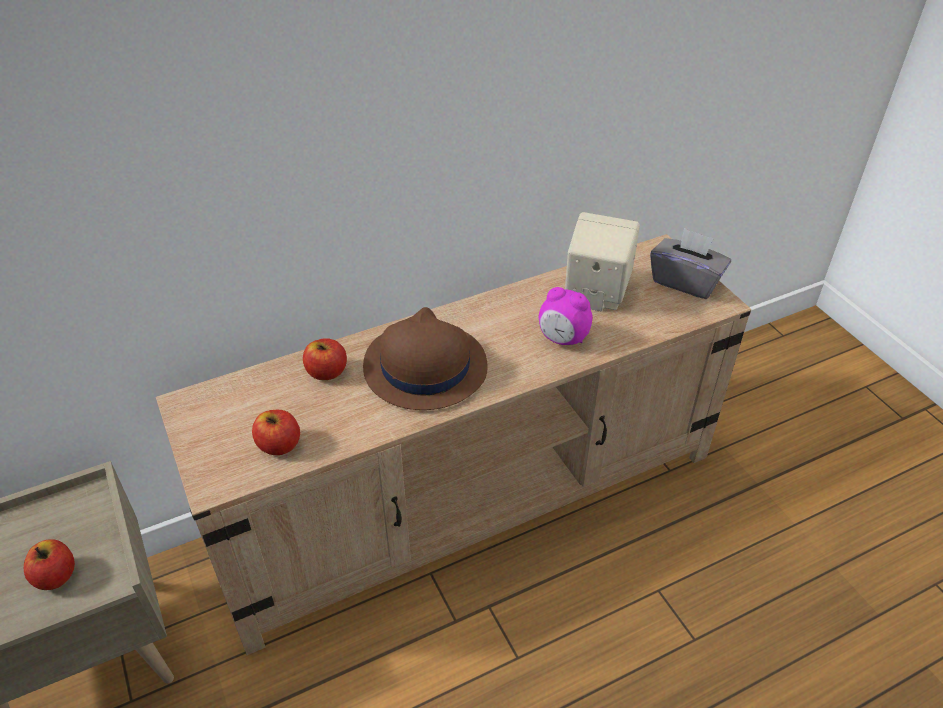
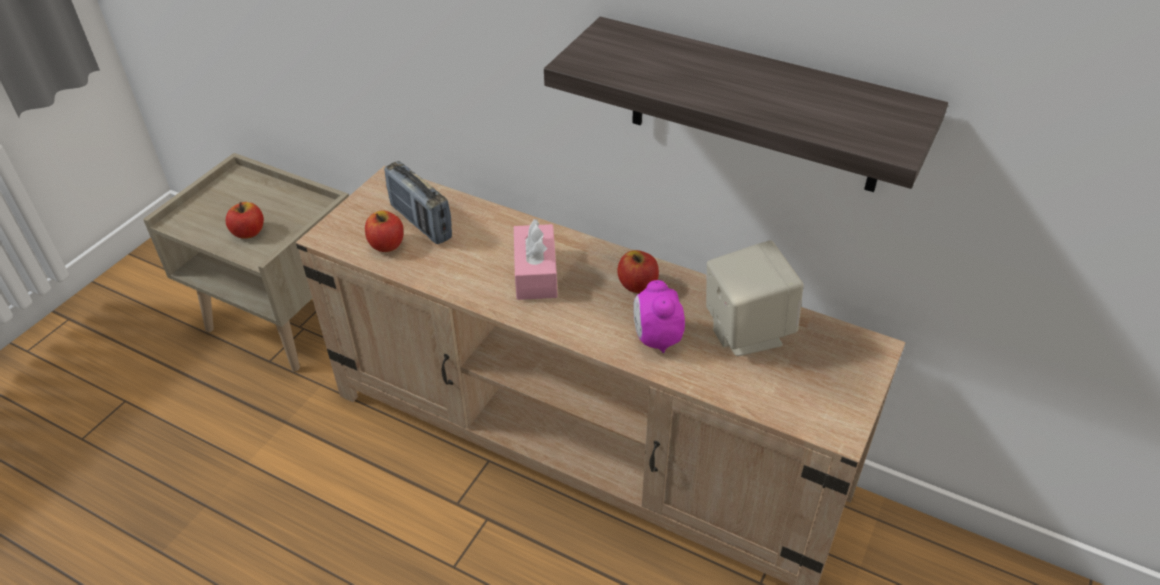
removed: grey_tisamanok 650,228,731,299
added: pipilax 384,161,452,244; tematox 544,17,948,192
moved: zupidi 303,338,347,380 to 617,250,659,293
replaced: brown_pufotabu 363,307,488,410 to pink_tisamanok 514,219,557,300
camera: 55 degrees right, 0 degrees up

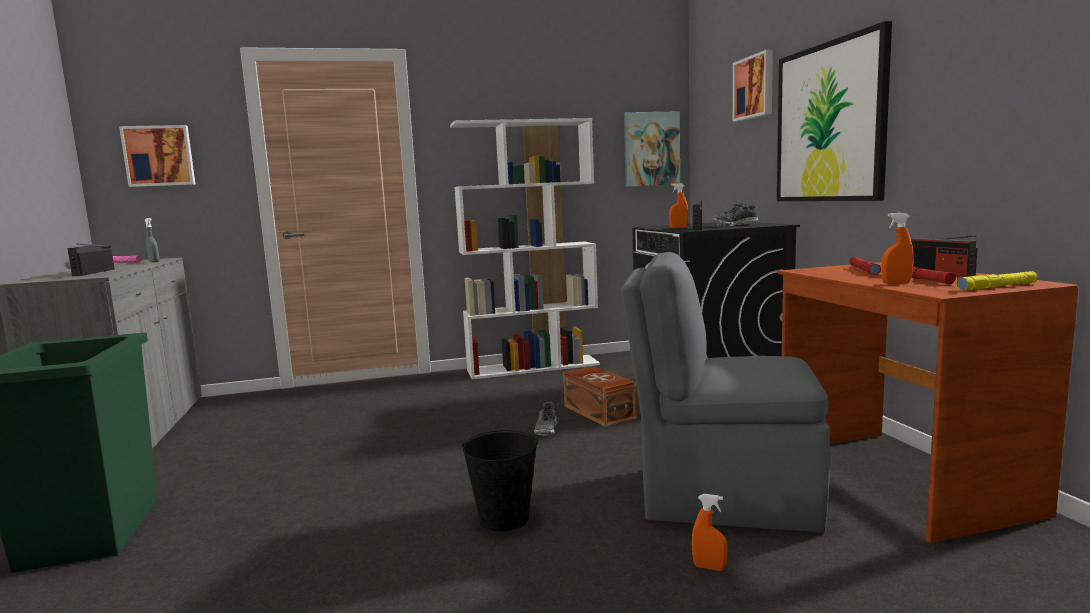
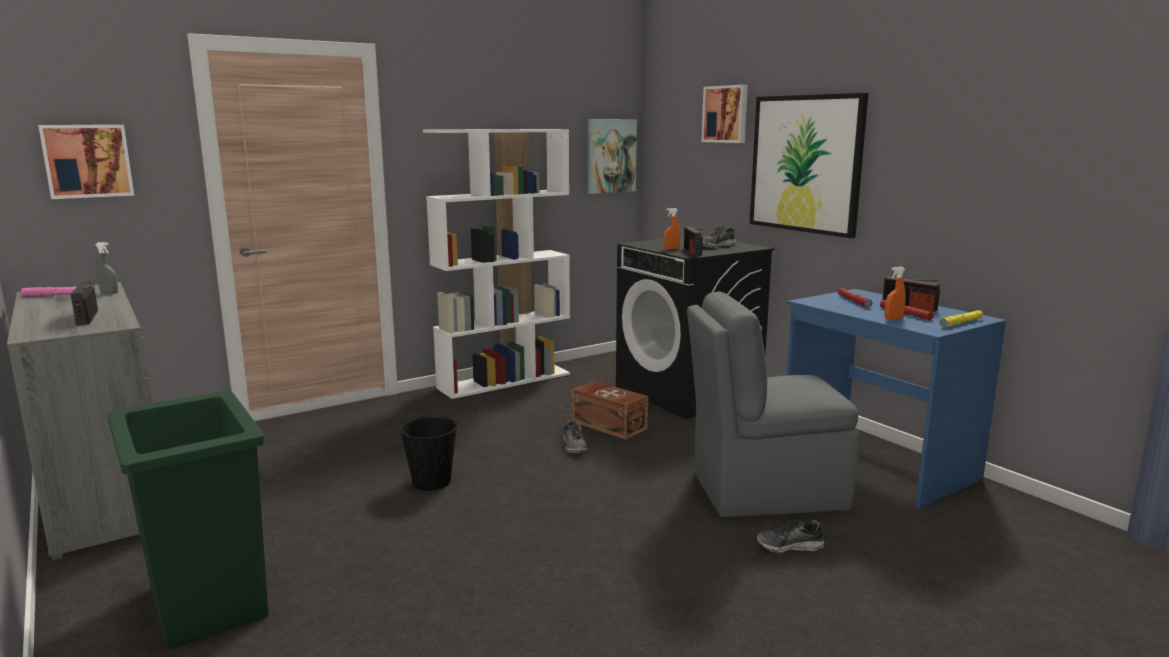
moved: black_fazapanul 462,430,538,531 to 399,416,458,491
replaced: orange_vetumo 692,494,728,571 to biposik 757,519,824,553
recoloured: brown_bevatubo 777,262,1079,543 to blue_bevatubo 787,289,1006,508
camera: 20 degrees left, 5 degrees up

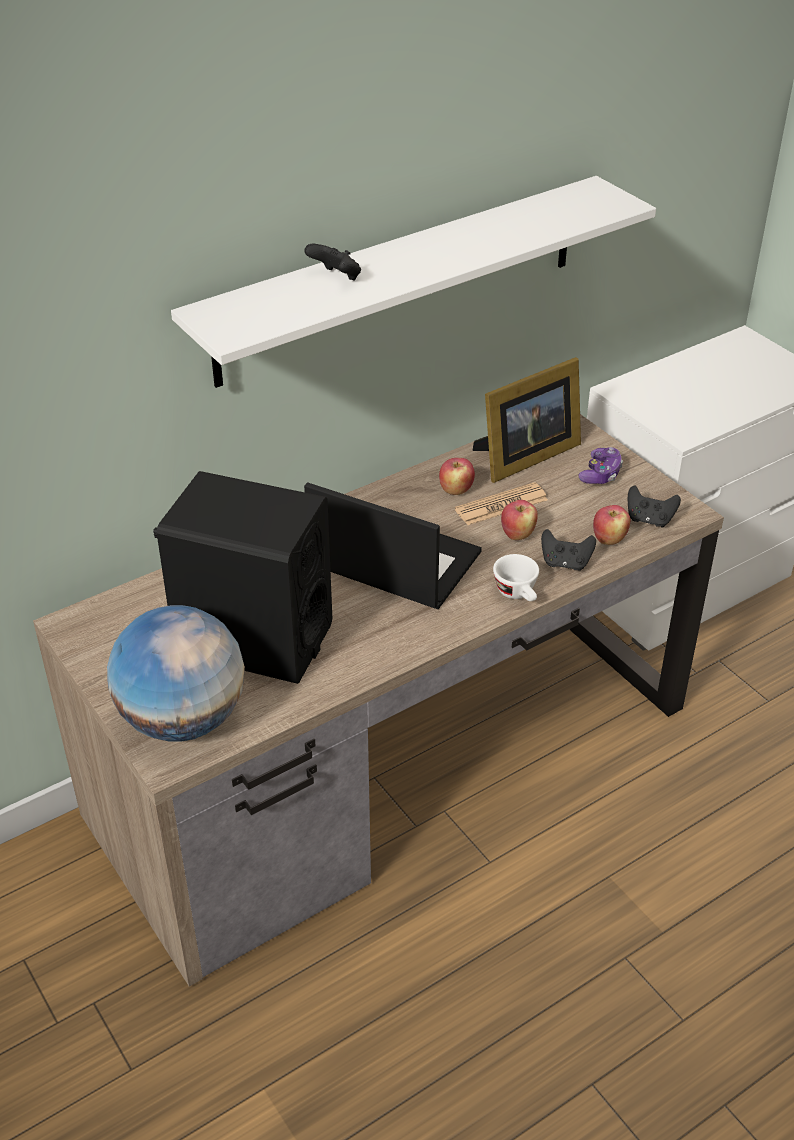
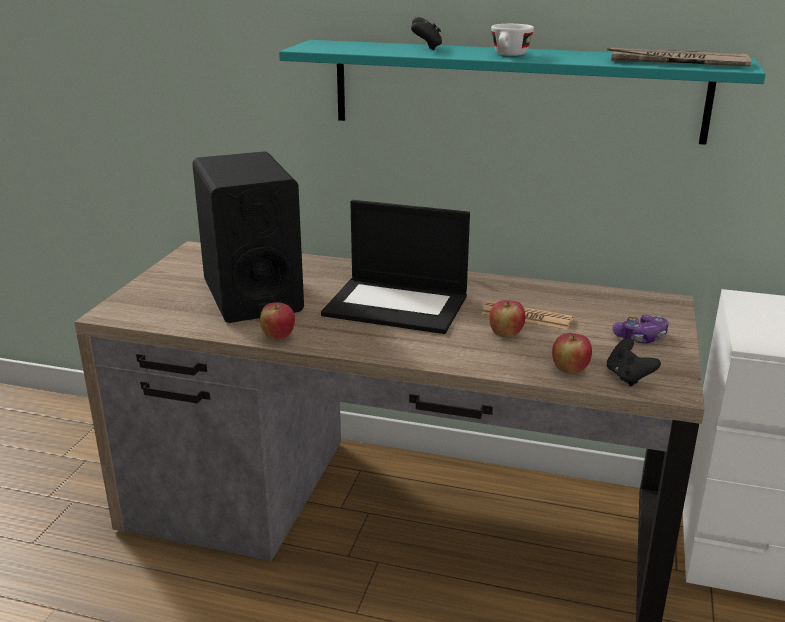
removed: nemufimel 107,605,245,742; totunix 473,357,581,483; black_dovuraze 541,529,596,571
added: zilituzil 607,48,751,67
moved: zupidi 439,458,475,495 to 260,302,295,340; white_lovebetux 493,554,539,601 to 491,24,534,56
recoloured: white_tematox 171,176,656,388 to turquoise_tematox 279,40,766,145
turned: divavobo 304,482,482,609 = 321,200,470,334 120 degrees clockwise
camera: 50 degrees right, 15 degrees down

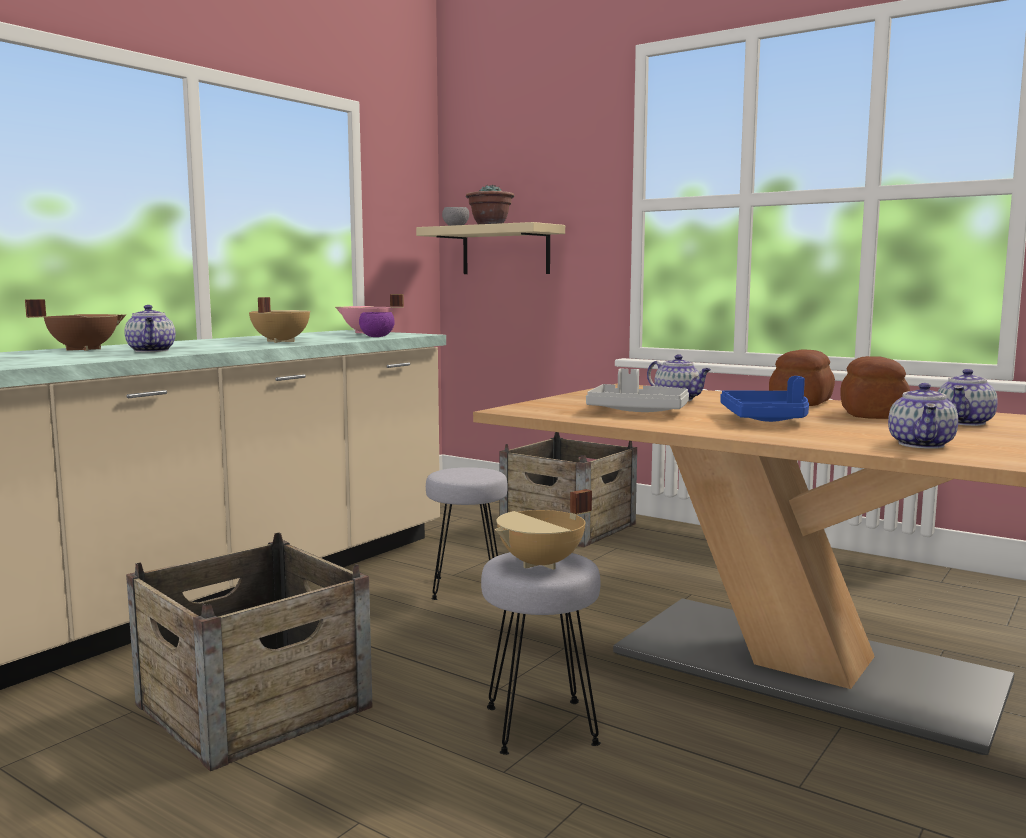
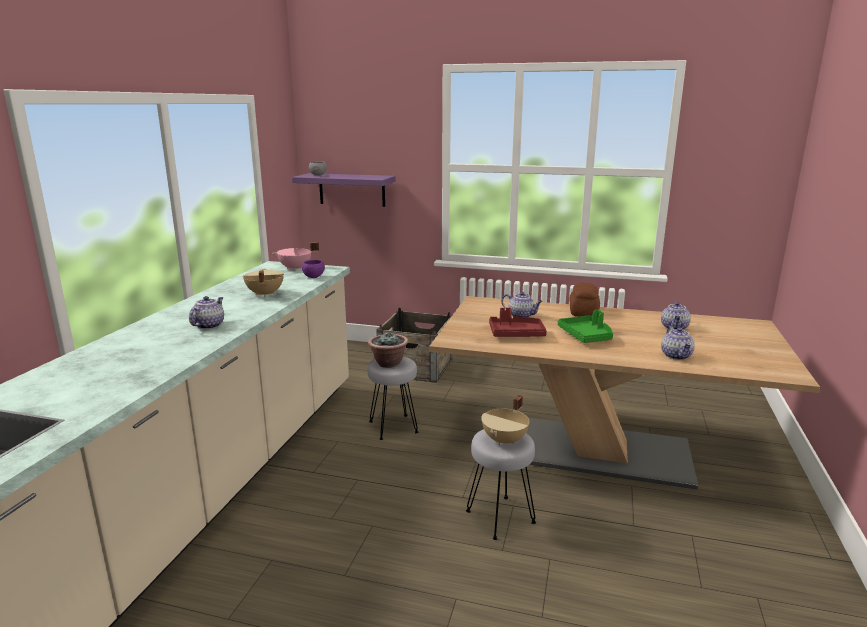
removed: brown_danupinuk 25,299,126,351; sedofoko 126,533,372,771; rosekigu 841,356,910,419
moved: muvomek 466,185,514,224 to 368,331,408,368
recoloured: beige_tematox 416,222,565,274 to purple_tematox 292,173,396,207; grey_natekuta 586,369,689,412 to red_natekuta 489,308,547,337; blue_natekuta 720,376,809,422 to green_natekuta 558,310,613,343
turned: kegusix 124,305,176,352 = 189,296,224,329 120 degrees counterclockwise
camera: 20 degrees left, 10 degrees up

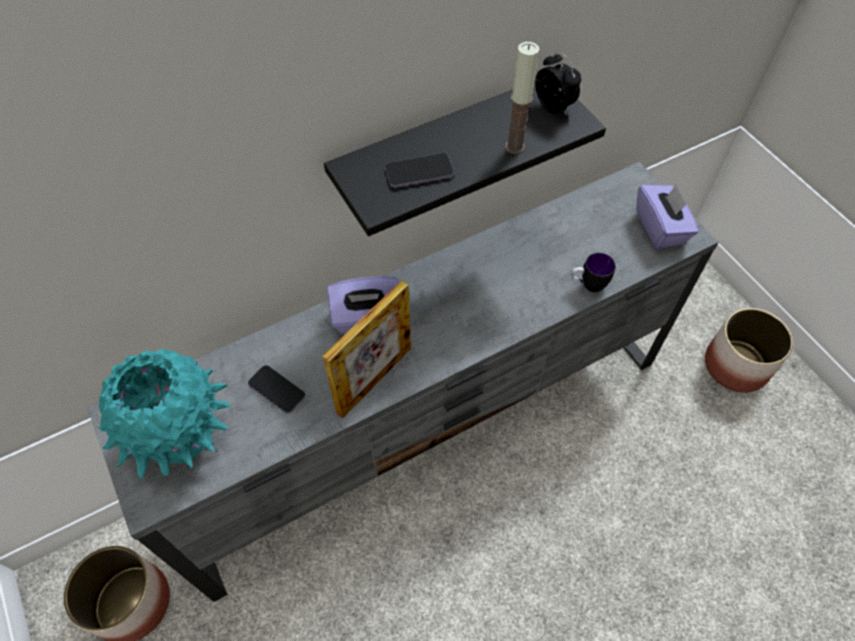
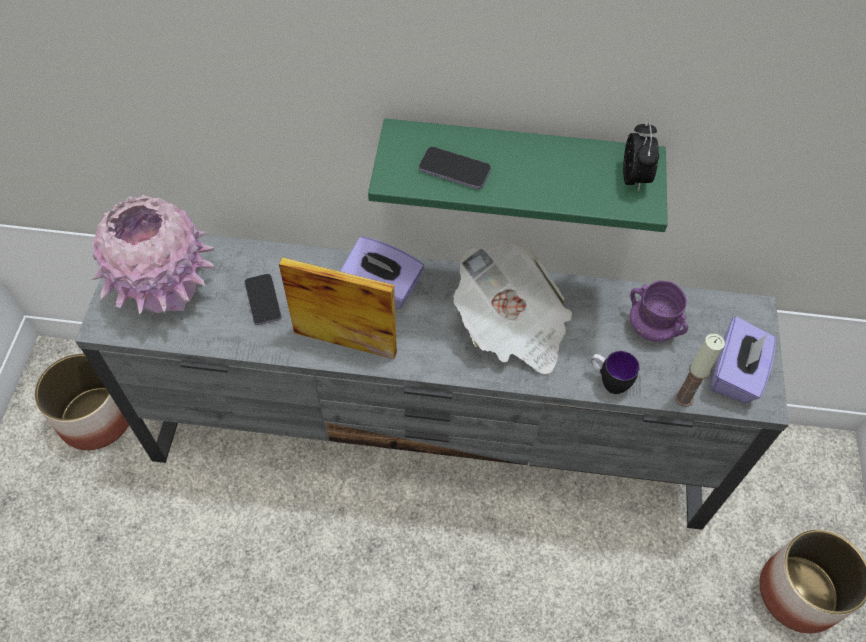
added: zilituzil 453,242,572,374; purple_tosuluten 630,280,688,342
moved: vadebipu 505,42,539,154 to 674,334,725,407
recoloured: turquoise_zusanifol 99,349,231,479 to pink_zusanifol 92,194,216,315; black_tematox 324,82,606,236 to green_tematox 368,118,668,232
turned: totunix 322,280,411,419 = 279,257,397,359 150 degrees counterclockwise
camera: 35 degrees right, 0 degrees up

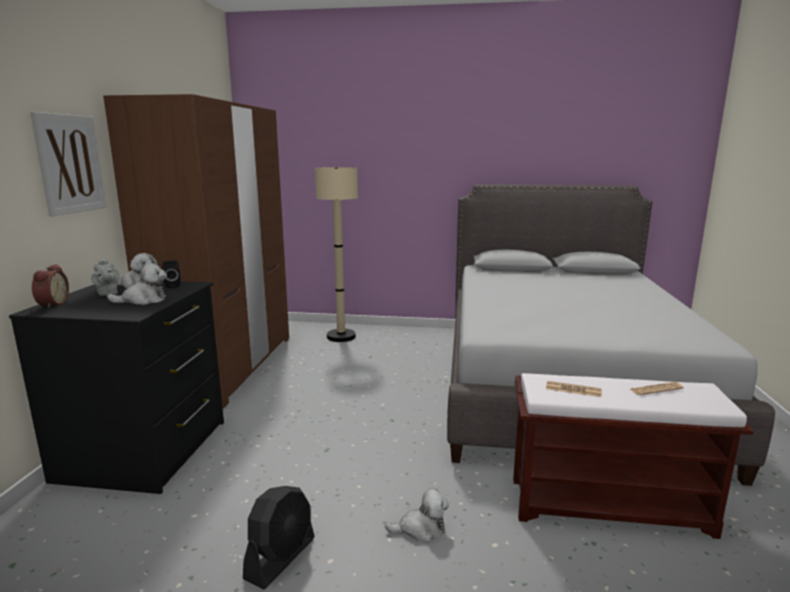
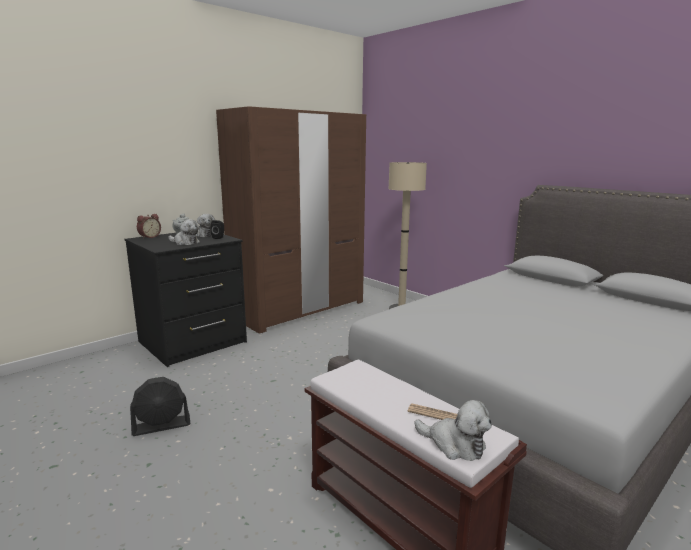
removed: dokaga 30,112,107,217; zilituzil 546,381,602,397
moved: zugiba 385,488,449,543 to 414,400,492,461
camera: 40 degrees right, 0 degrees up

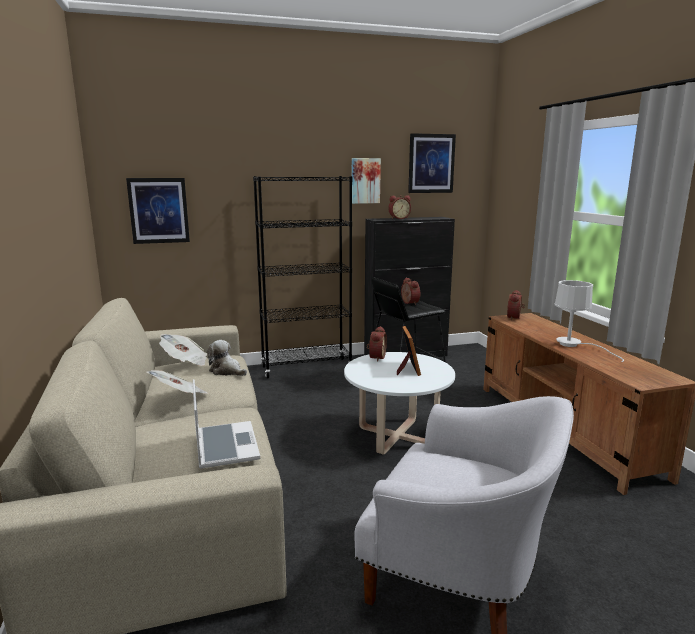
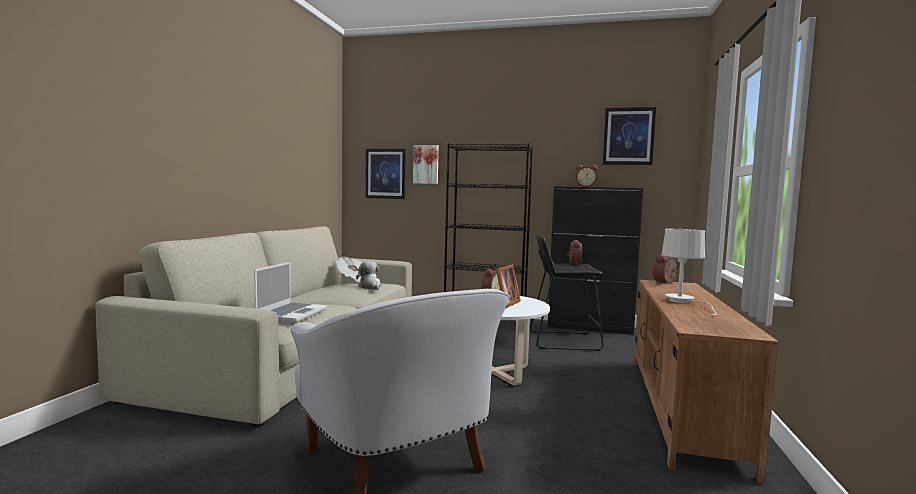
removed: zilituzil 147,370,208,394
moved: dokaga 352,158,381,204 to 413,145,439,184
camera: 30 degrees right, 10 degrees down

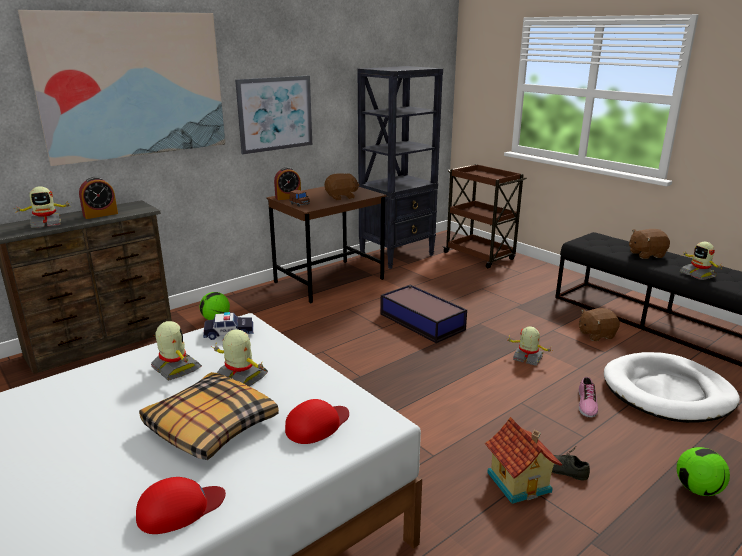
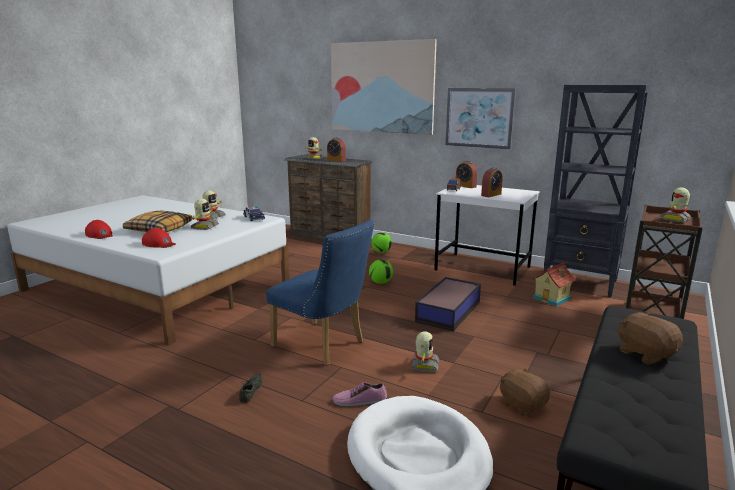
added: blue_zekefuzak 266,220,374,365
moved: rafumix 485,417,562,504 to 531,262,576,306; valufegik 677,447,730,496 to 369,259,393,284; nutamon 680,242,723,280 to 659,187,691,222
replaced: brown_zugiba 324,173,359,200 to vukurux 481,168,503,197
recoloured: brown_bevatubo 266,186,387,303 to white_bevatubo 434,185,540,286
camera: 70 degrees right, 5 degrees down

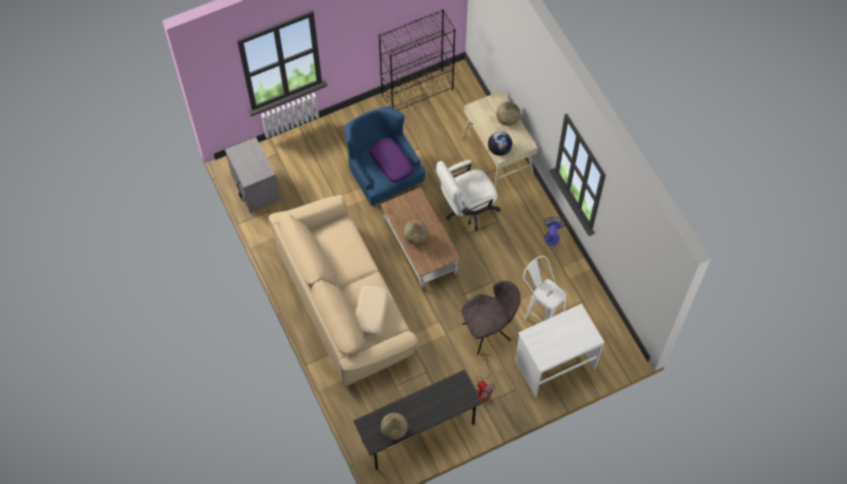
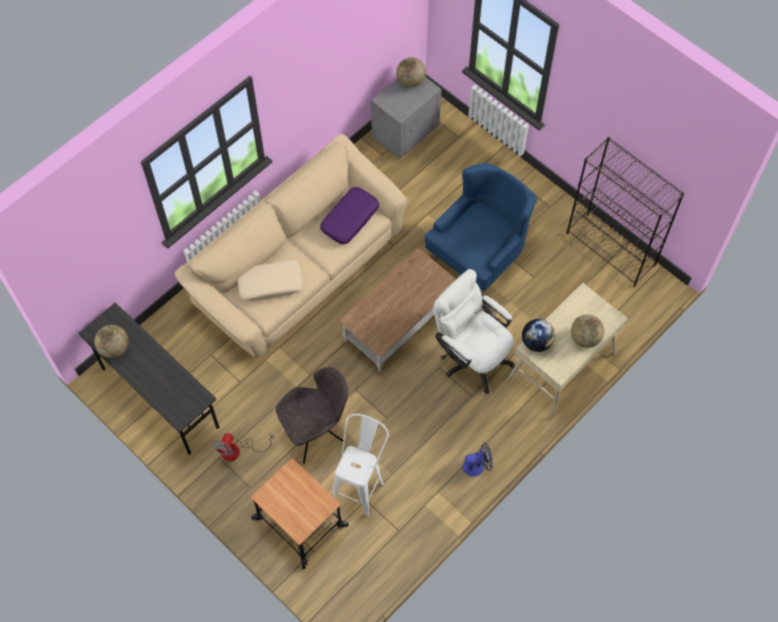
moved: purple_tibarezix 369,138,414,183 to 320,187,379,244; nemufimel 403,220,428,245 to 397,57,426,87
replaced: white_bevatubo 515,304,604,397 to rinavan 250,458,348,569
turned: grey_zekefuzak 462,281,521,354 = 276,367,348,464 75 degrees counterclockwise
camera: 70 degrees right, 0 degrees up

